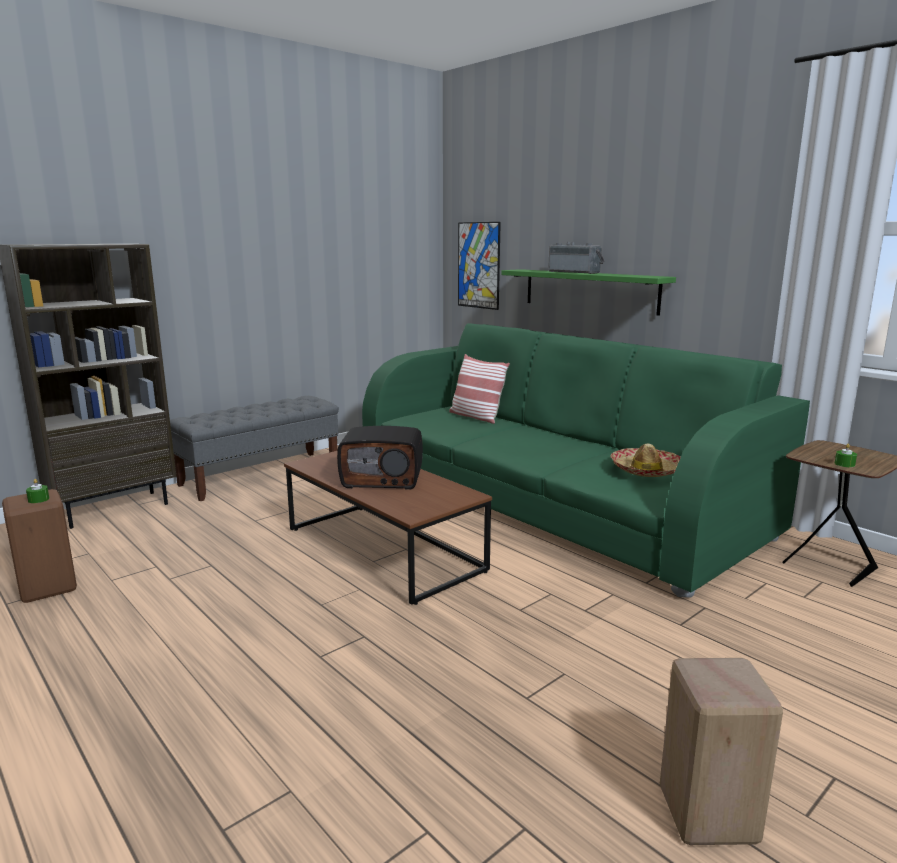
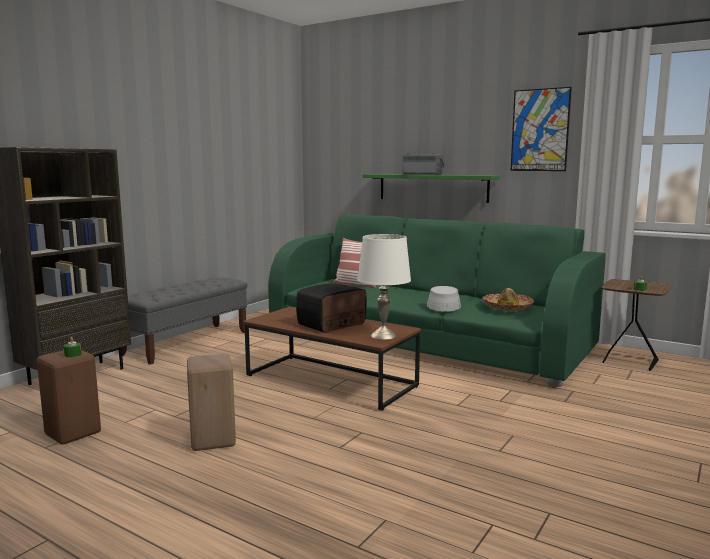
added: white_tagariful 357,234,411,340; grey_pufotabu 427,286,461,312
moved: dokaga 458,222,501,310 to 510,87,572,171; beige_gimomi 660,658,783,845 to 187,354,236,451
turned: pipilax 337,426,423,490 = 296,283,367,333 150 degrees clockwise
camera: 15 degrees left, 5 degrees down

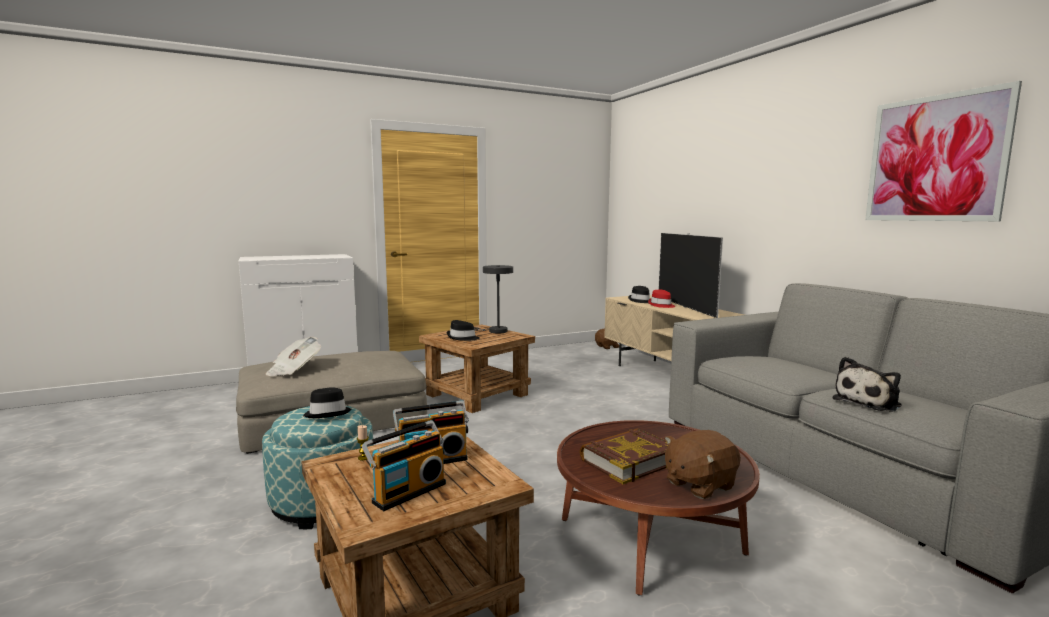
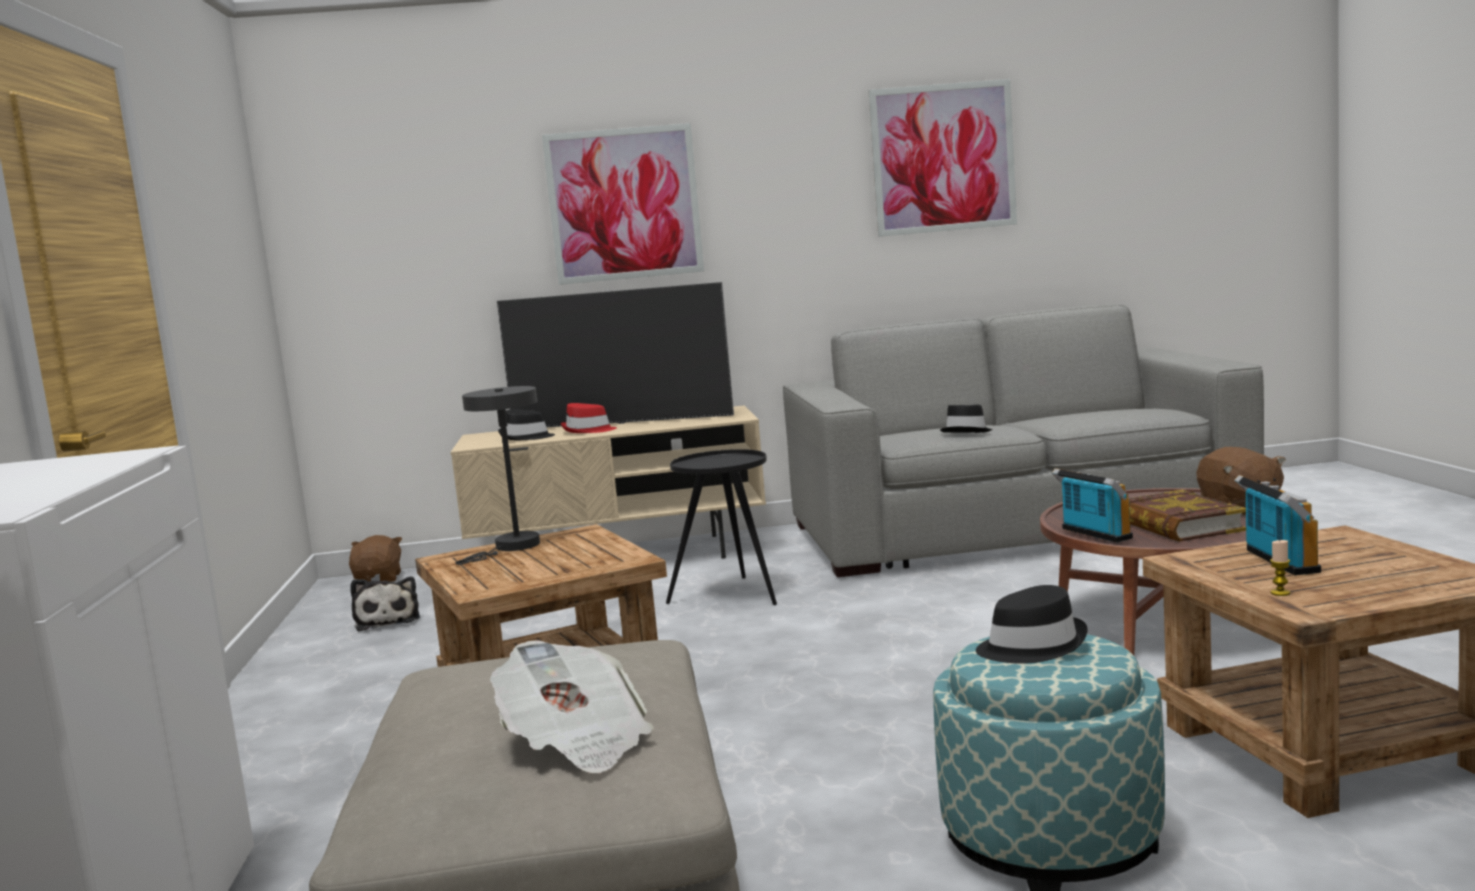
added: dokaga 542,123,704,285; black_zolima 666,449,777,605
moved: pipilax 362,420,446,511 to 1052,468,1133,543; black_pufotabu 447,320,480,341 to 940,405,993,433; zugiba 833,357,902,412 to 350,576,420,631
camera: 70 degrees left, 0 degrees up

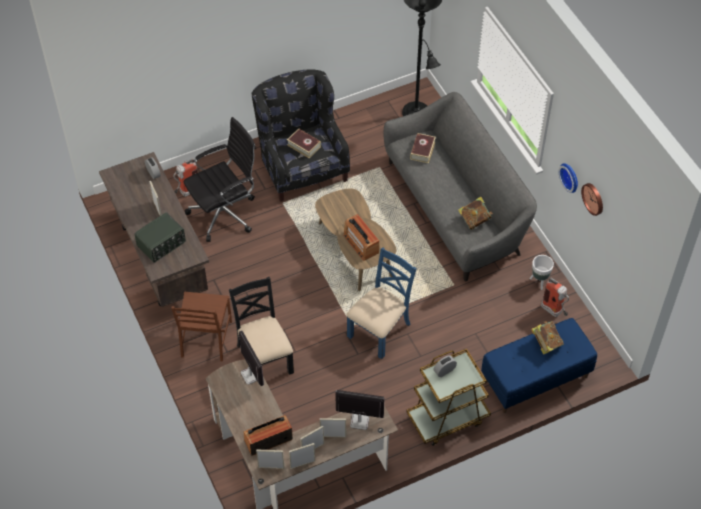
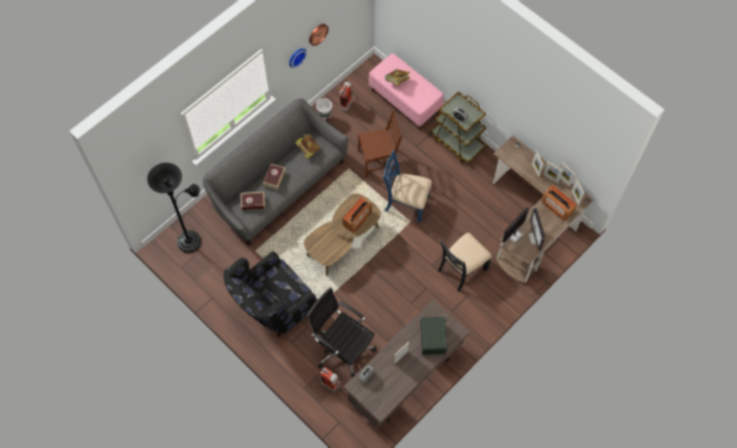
moved: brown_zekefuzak 171,292,232,362 to 358,109,402,178; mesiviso 287,128,321,158 to 263,164,286,190; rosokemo 335,390,385,430 to 528,208,545,251
recoloured: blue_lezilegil 481,318,597,413 to pink_lezilegil 369,53,444,130
turned: pipilax 134,212,186,263 = 421,317,448,355 60 degrees clockwise
camera: 110 degrees left, 10 degrees up

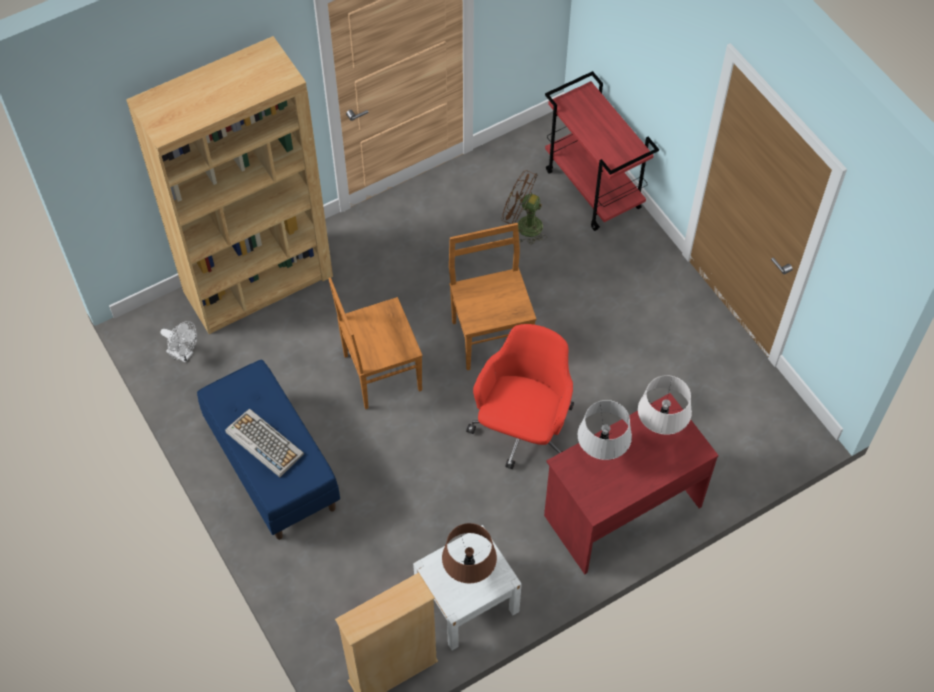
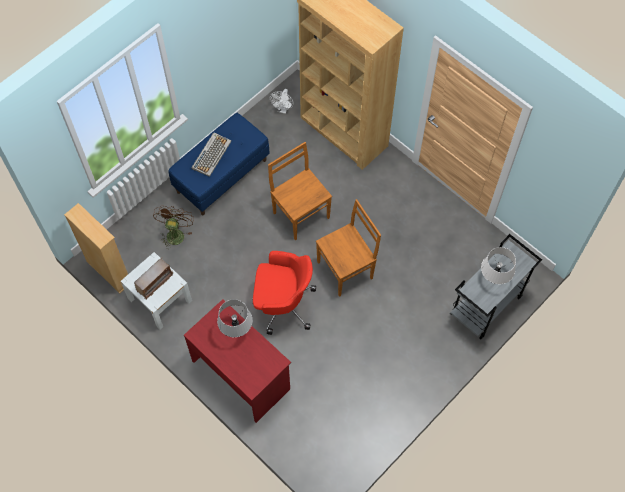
moved: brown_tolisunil 502,170,547,245 to 153,206,194,249; white_tagariful 638,375,692,435 to 481,247,516,284
replaced: brown_tagariful 442,523,497,583 to pipilax 134,258,173,300
recoloured: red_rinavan 545,71,659,231 to grey_rinavan 450,234,542,339
camera: 75 degrees right, 5 degrees up

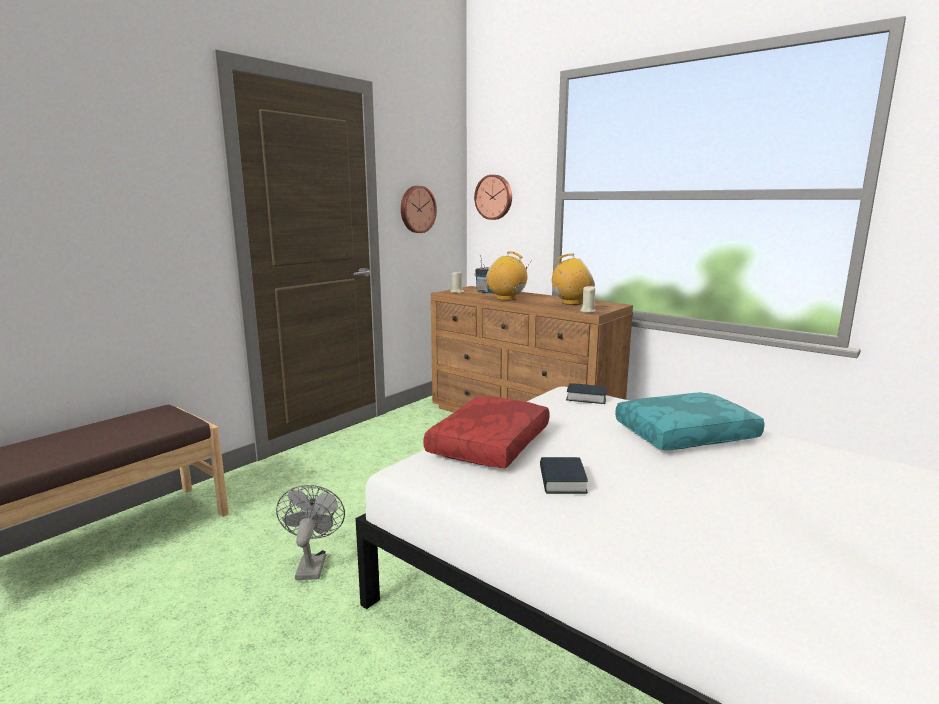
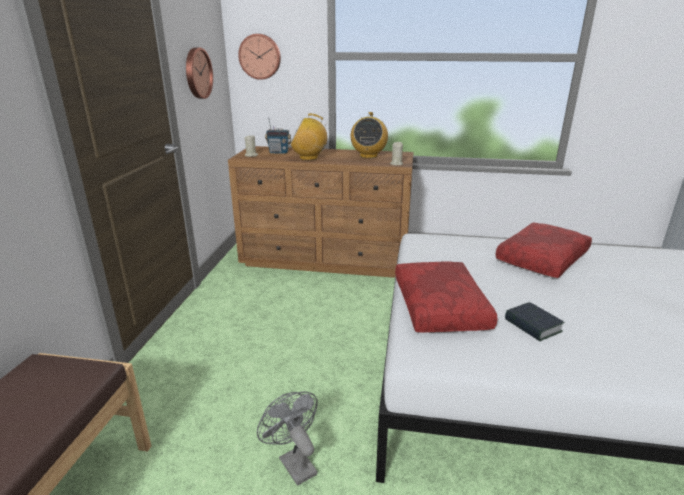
removed: mesiviso 566,383,606,404
recoloured: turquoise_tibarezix 615,392,765,450 to red_tibarezix 496,222,592,278
turned: pipilax 552,254,595,305 = 351,112,388,158 135 degrees clockwise
camera: 30 degrees left, 10 degrees up

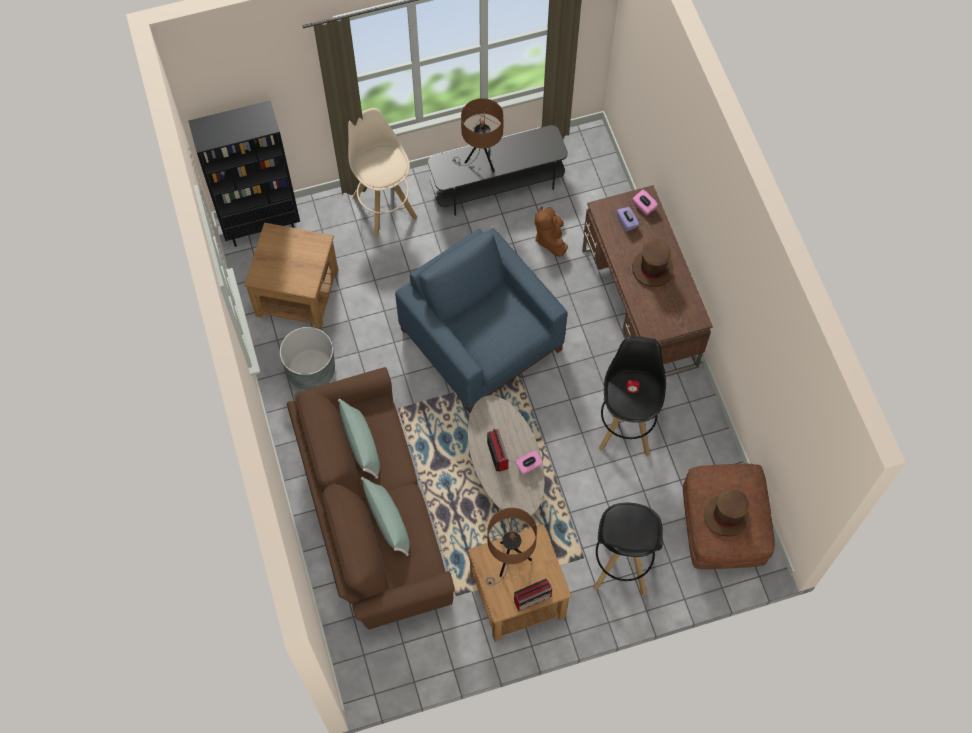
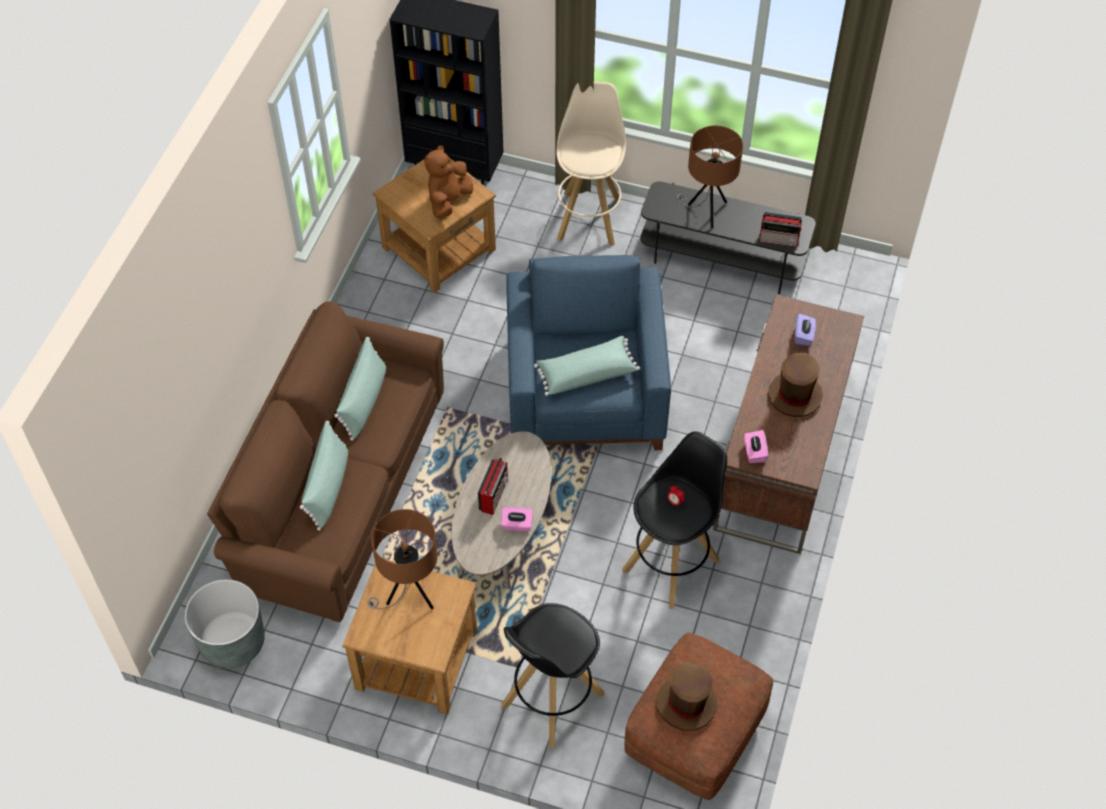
added: green_tibarezix 534,336,640,396
moved: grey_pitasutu 280,327,335,390 to 185,579,265,669; pipilax 514,579,552,612 to 759,212,803,247; brown_zugiba 535,206,568,257 to 424,145,473,218; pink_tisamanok 633,189,658,215 to 744,430,768,463
camera: 35 degrees right, 10 degrees down

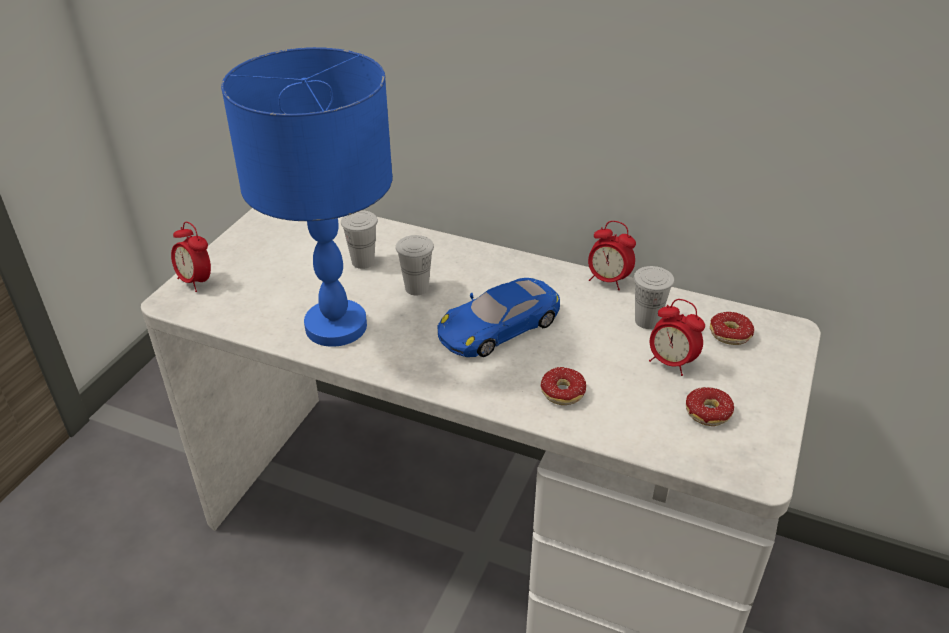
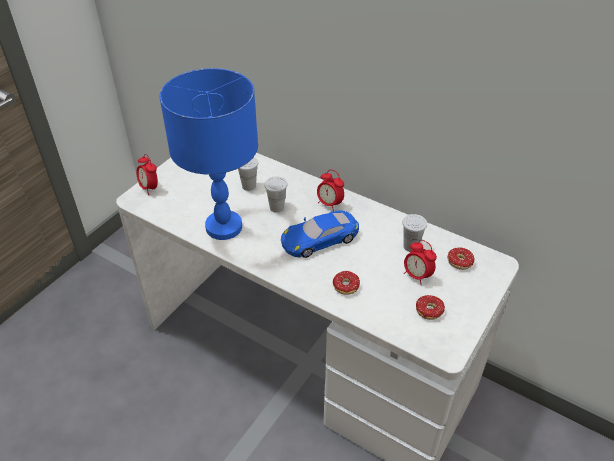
moved: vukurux 588,221,636,290 to 317,169,344,211
camera: 10 degrees right, 5 degrees up

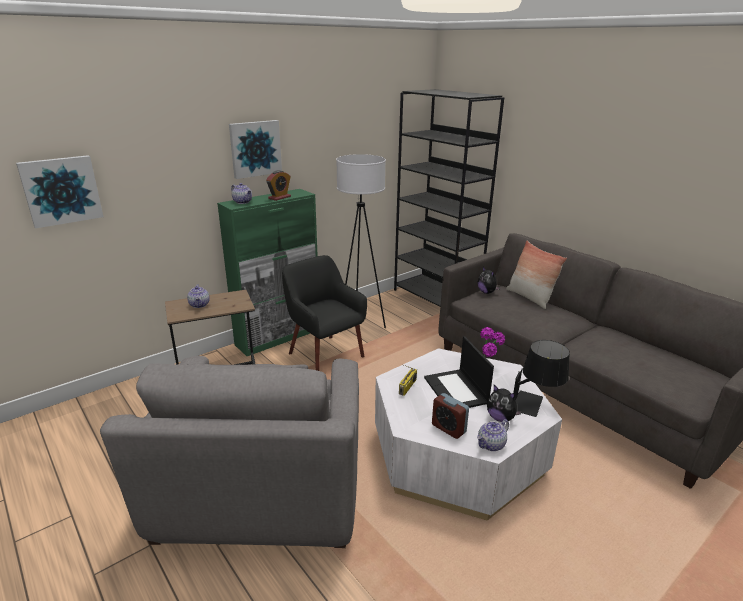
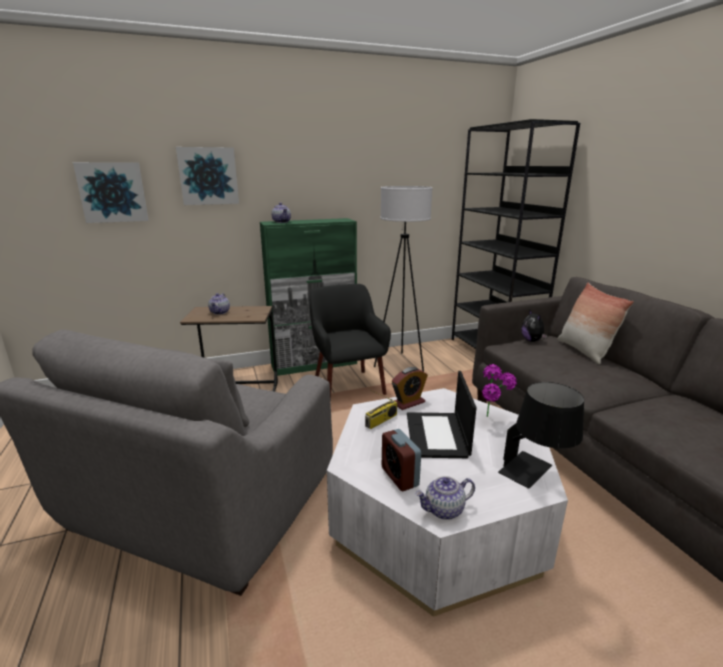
removed: zugiba 487,385,522,422
moved: dokaga 229,120,282,179 to 176,147,239,205; vukurux 266,170,291,201 to 392,367,428,410
camera: 20 degrees right, 5 degrees down

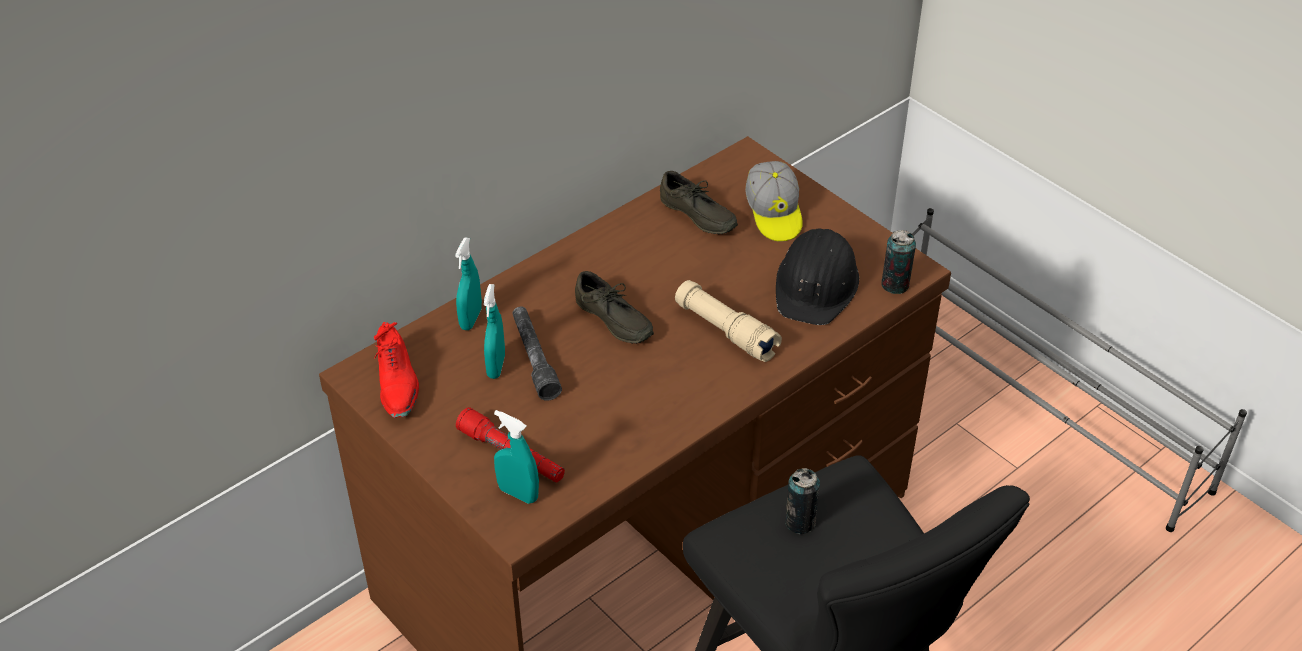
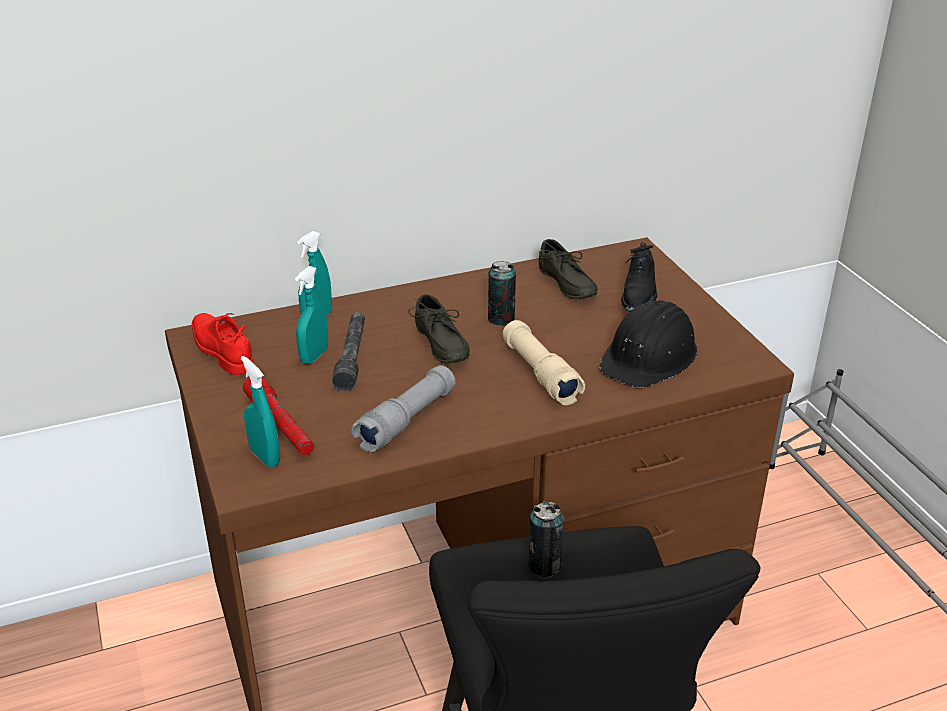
added: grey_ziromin 352,365,456,453
moved: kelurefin 881,230,916,294 to 488,261,516,326
replaced: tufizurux 745,161,803,241 to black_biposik 621,242,657,312
turned: red_biposik 374,322,419,418 = 192,313,253,375 135 degrees clockwise
camera: 20 degrees right, 10 degrees down

